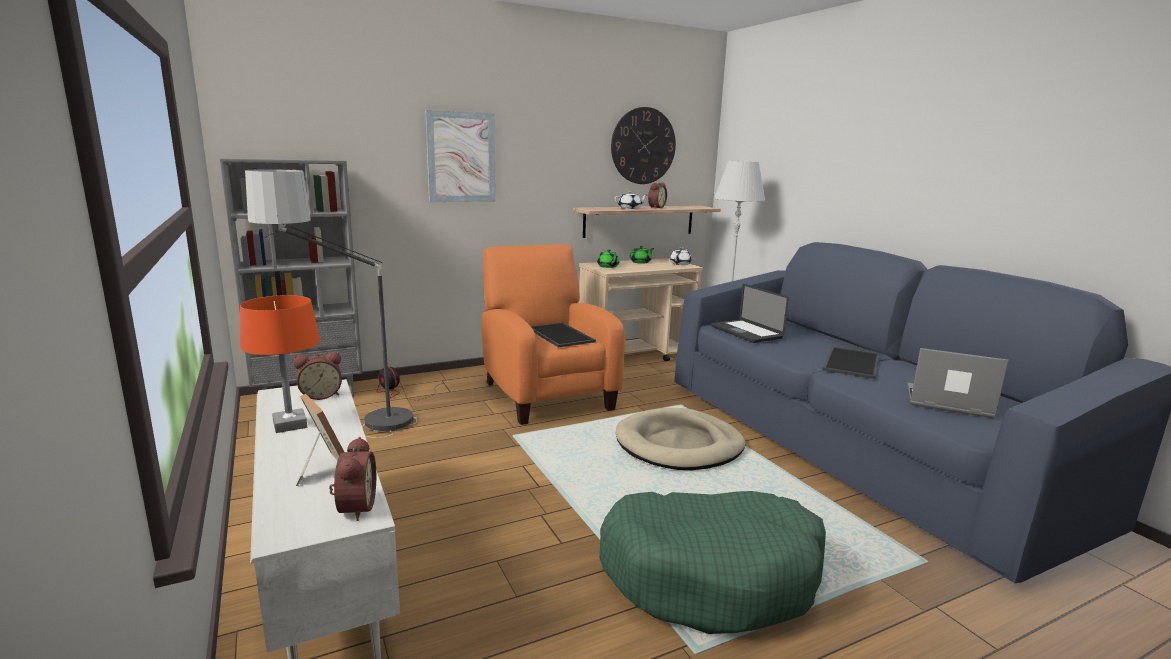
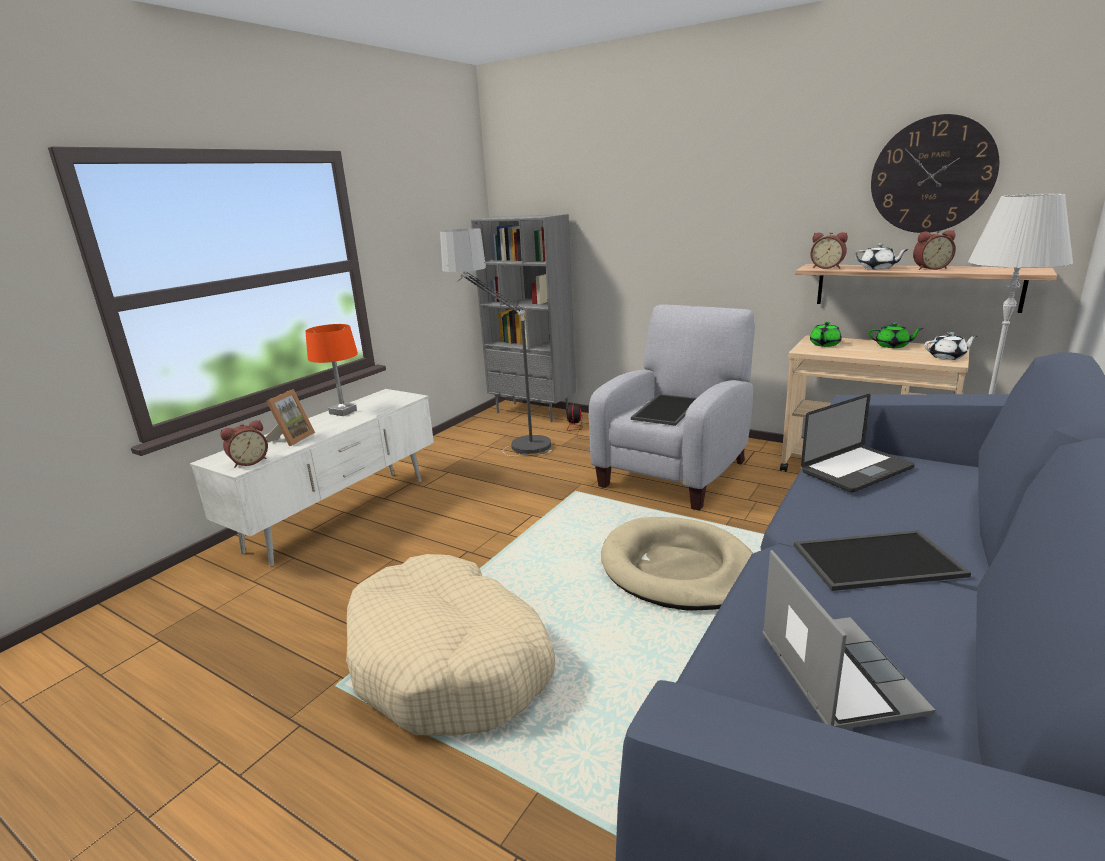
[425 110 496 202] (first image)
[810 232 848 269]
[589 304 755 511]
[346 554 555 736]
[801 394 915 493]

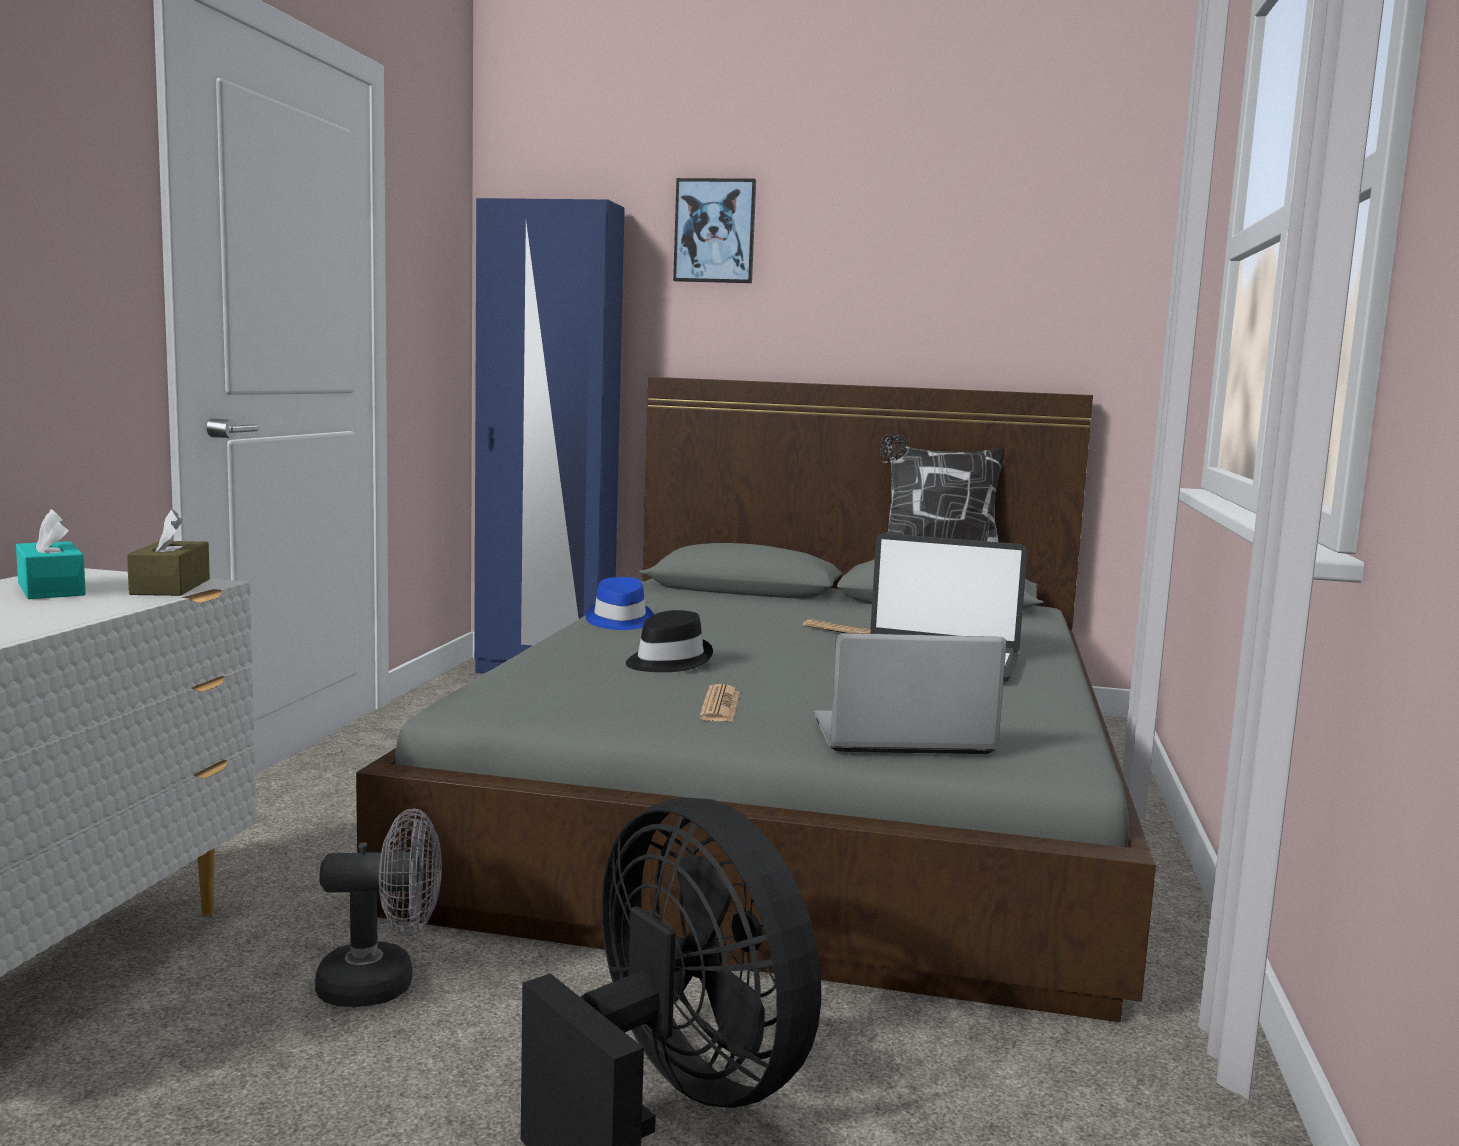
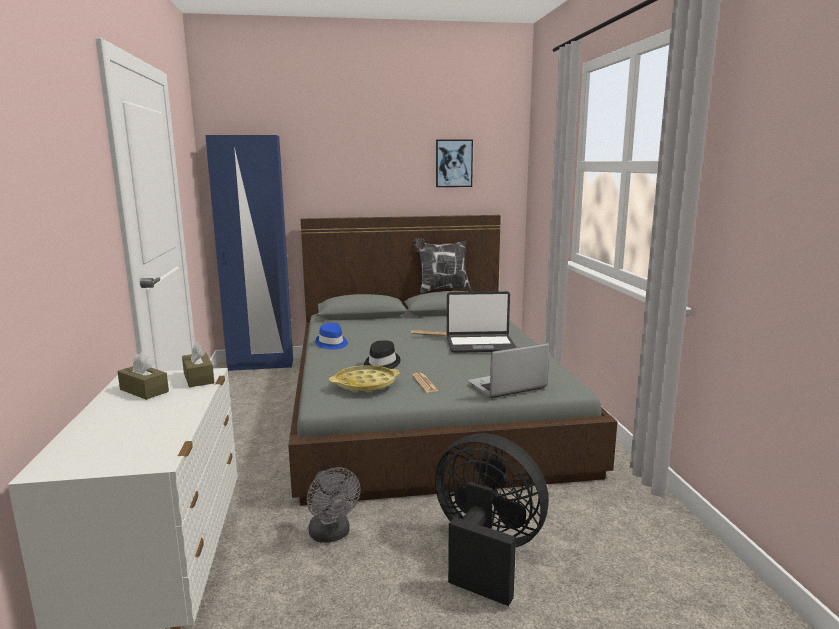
[329 365 400 393]
[436 140 473 187]
[117 352 169 400]
[307 467 361 543]

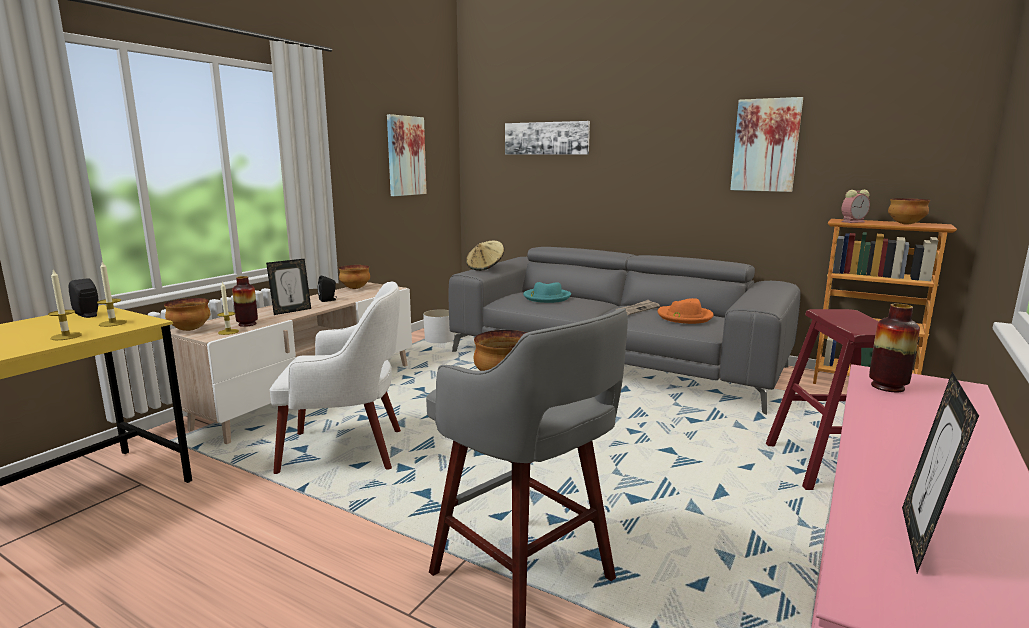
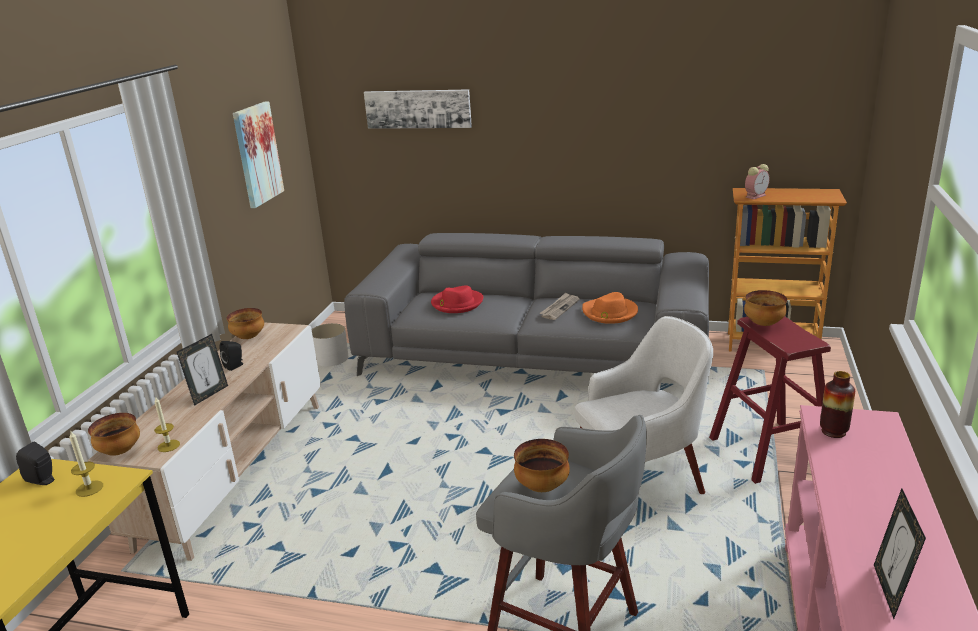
[48 269 82 340] (first image)
[232 276 258 327] (first image)
[466 241 504 271] (first image)
[730 97 803 192] (first image)
[575 316 713 494]
[744 290 787 326]
[431 286 483 313]

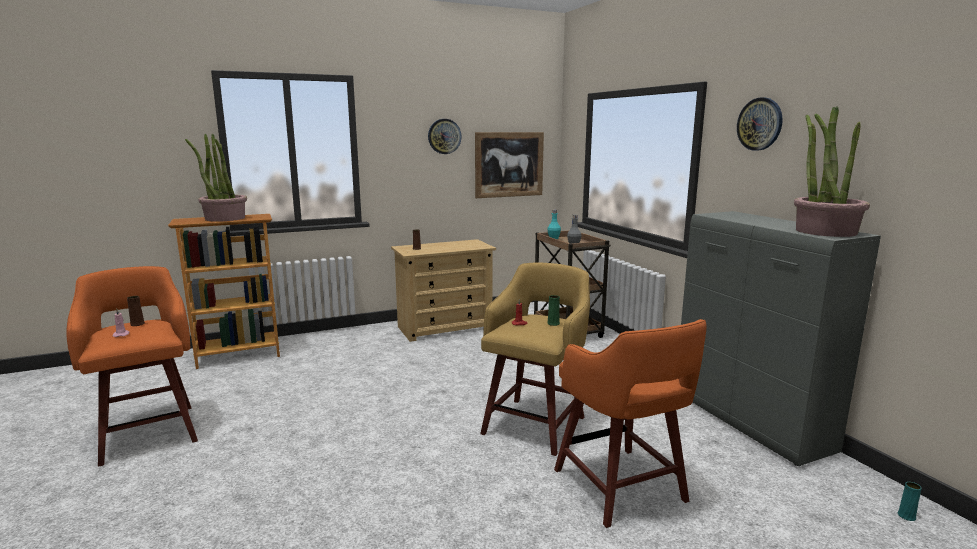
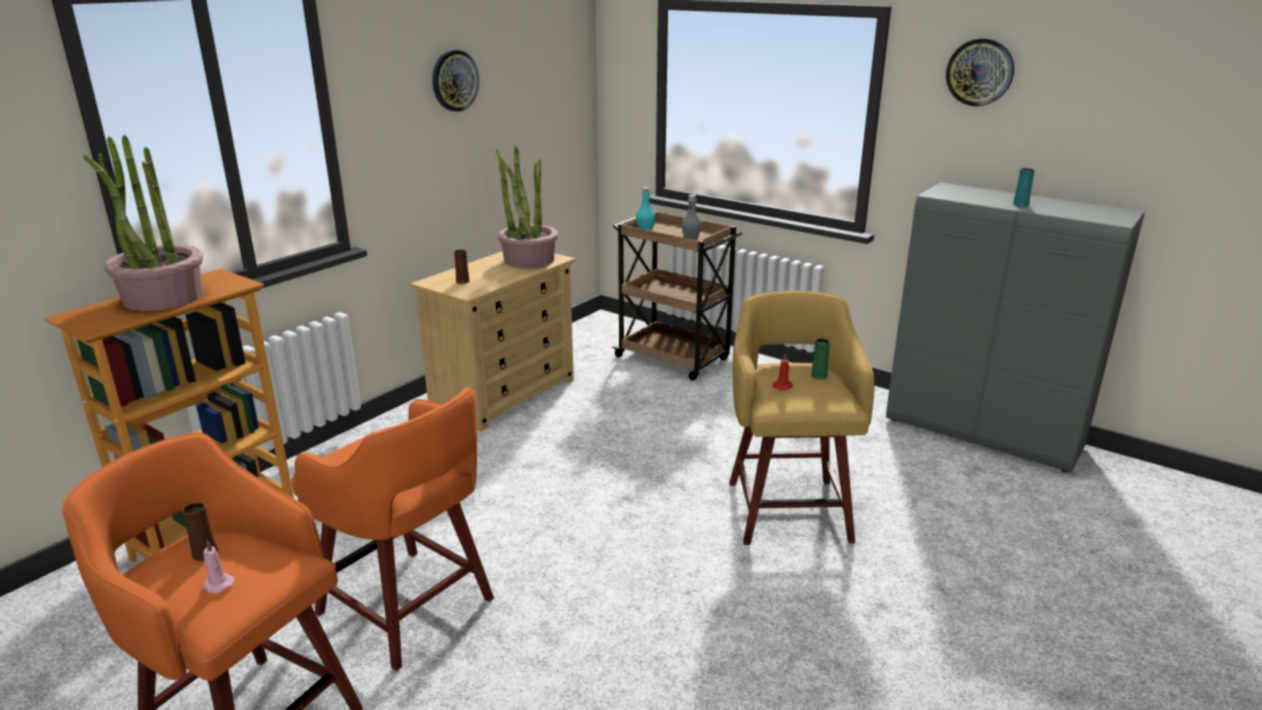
[475 132 544 198] (first image)
[291 387 494 671]
[496 146 558 269]
[1013 168 1035 207]

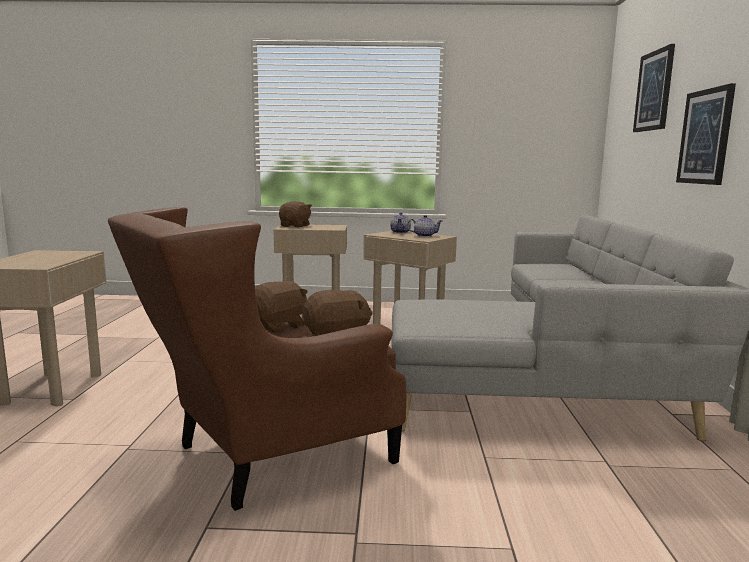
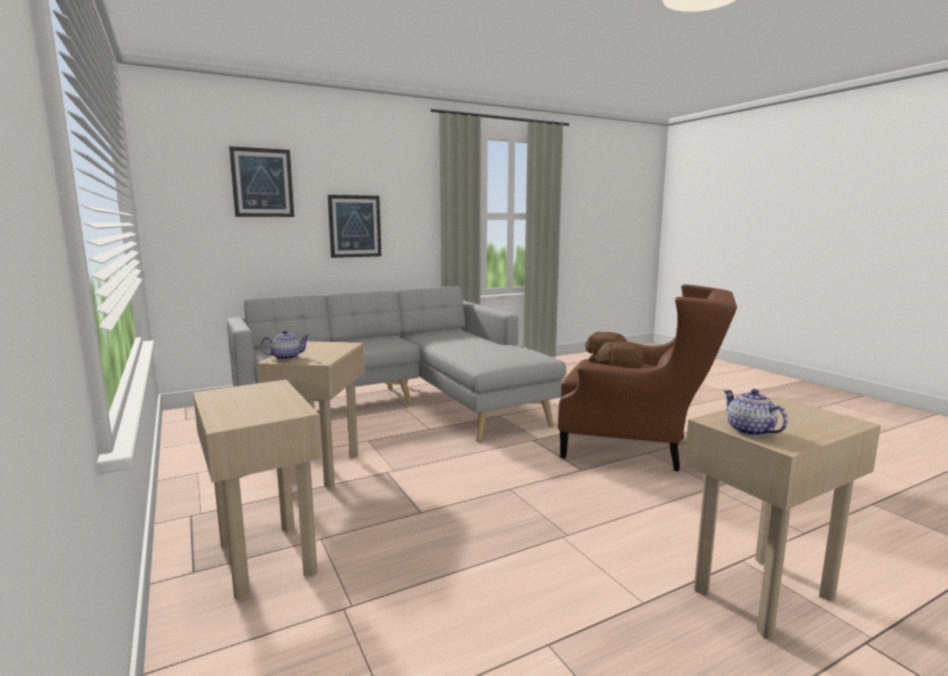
[279 201 312 227] (first image)
[723 389 788 436]

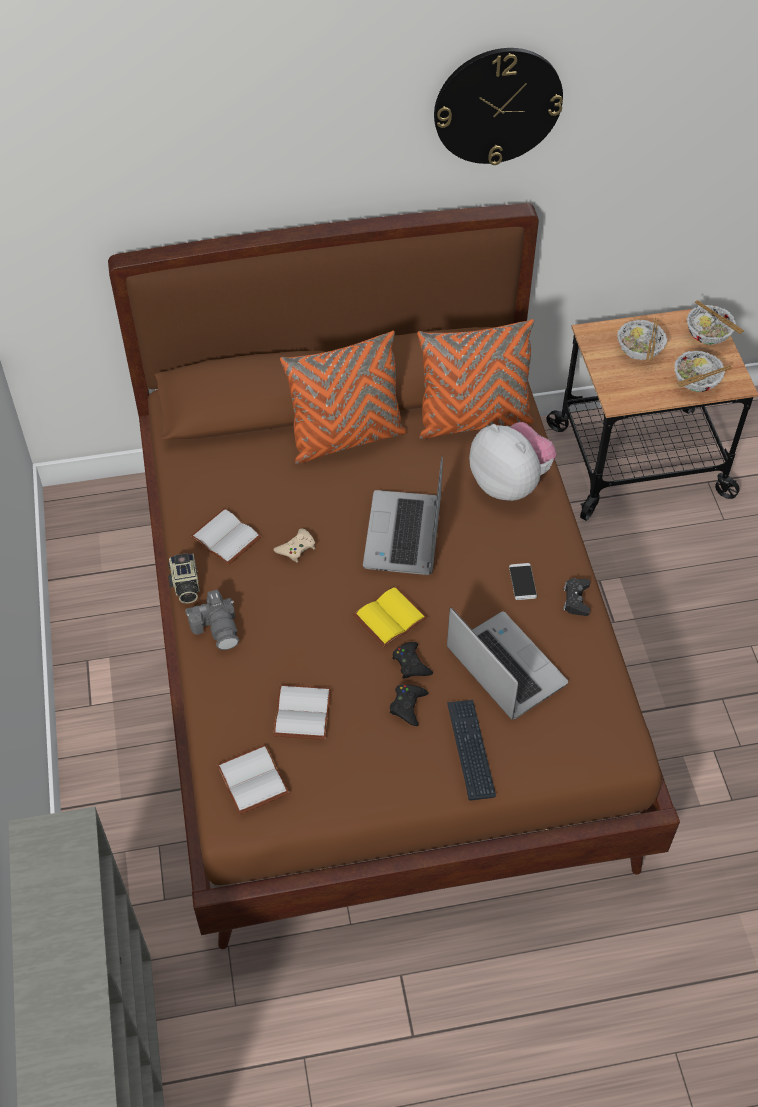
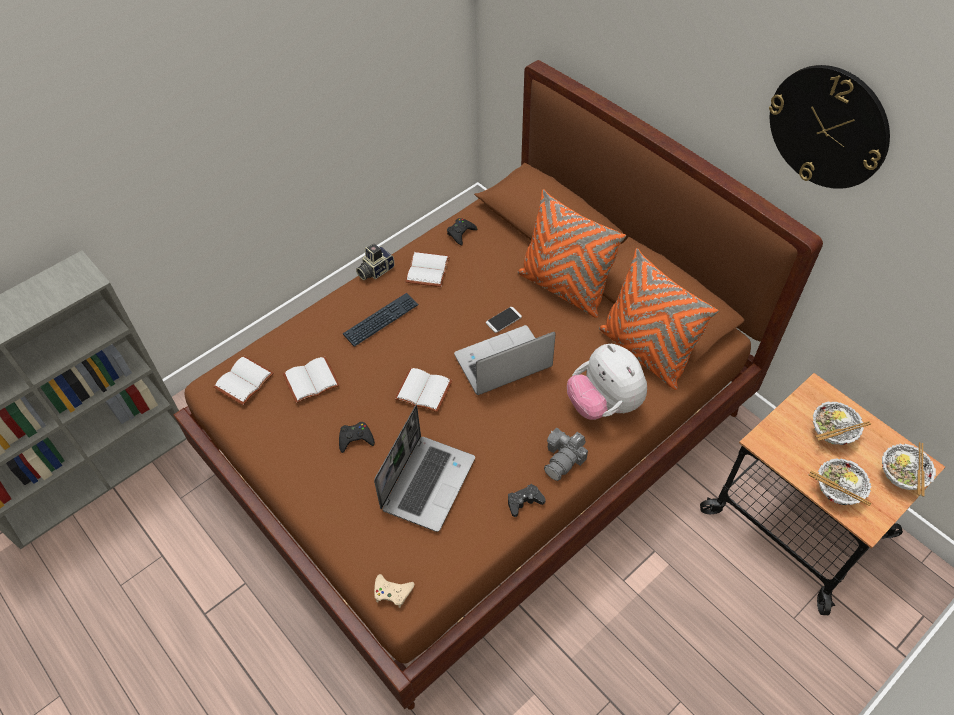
[544 428 588 481]
[374 574 414 608]
[447 218 477 246]
[343 293 419 347]
[486 307 522 333]
[395 368 453 412]
[567 344 647 420]

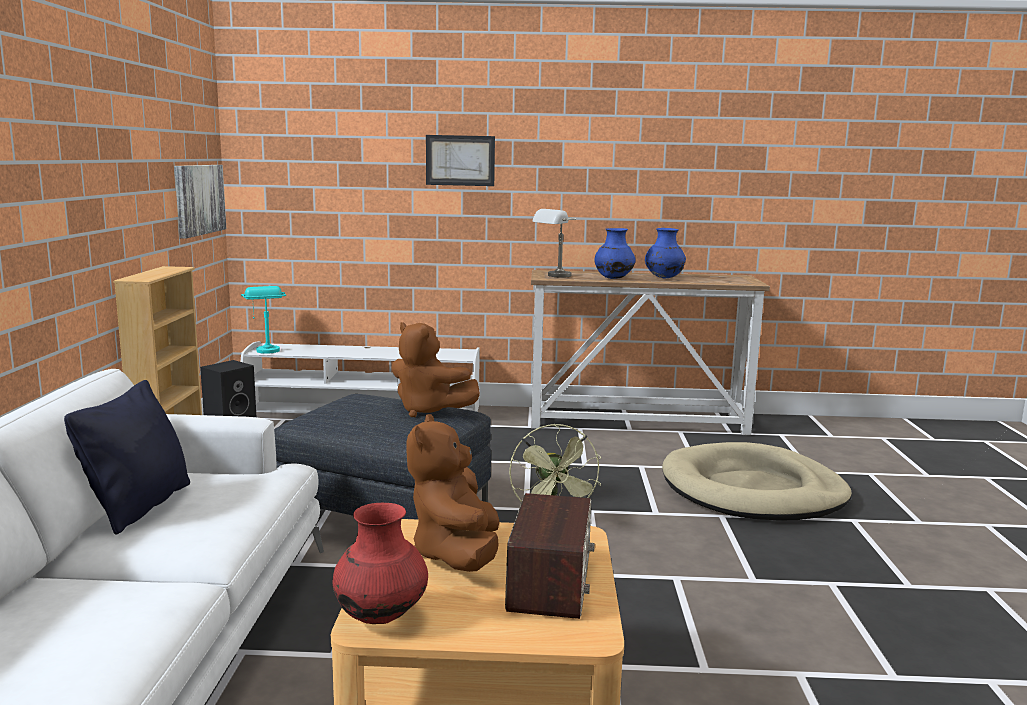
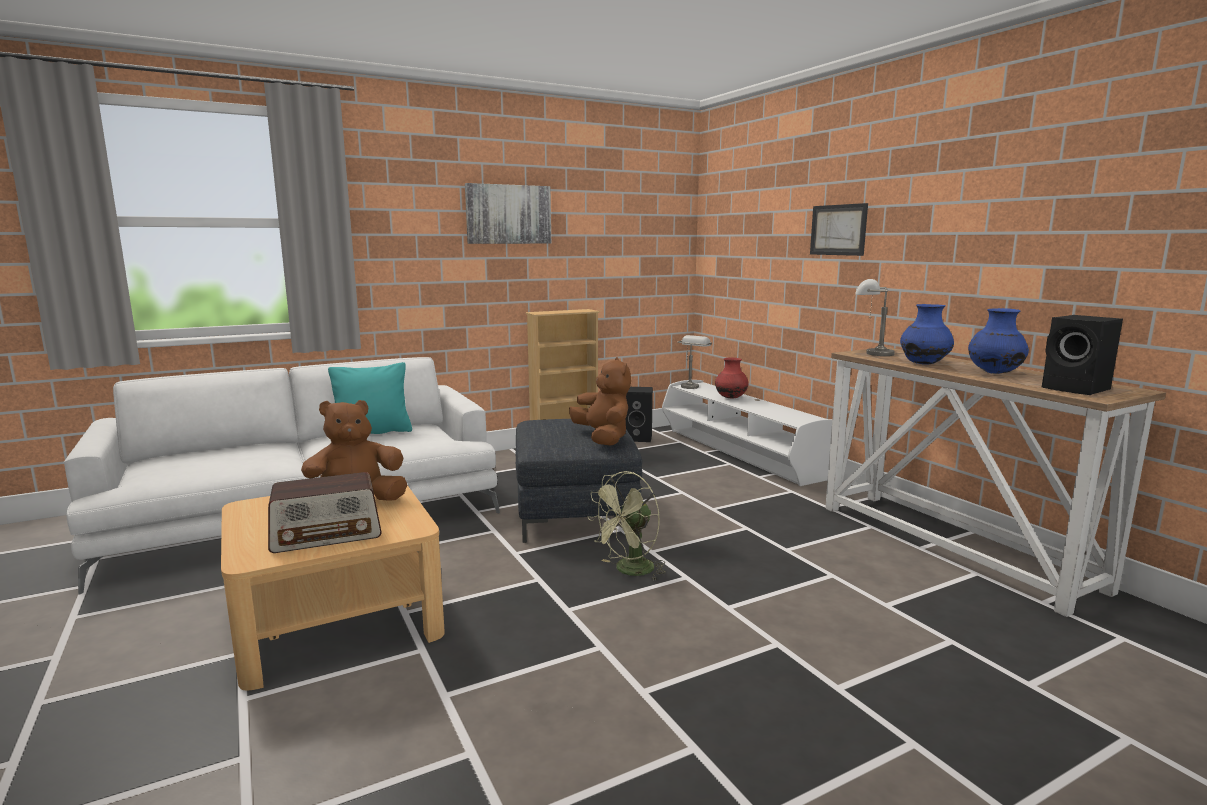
[662 442 852 521] (first image)
[1042 315 1123 395]
[465 183 551 244]
[715 357 749 399]
[328 362 412 434]
[677 335 712 389]
[569 357 631 445]

